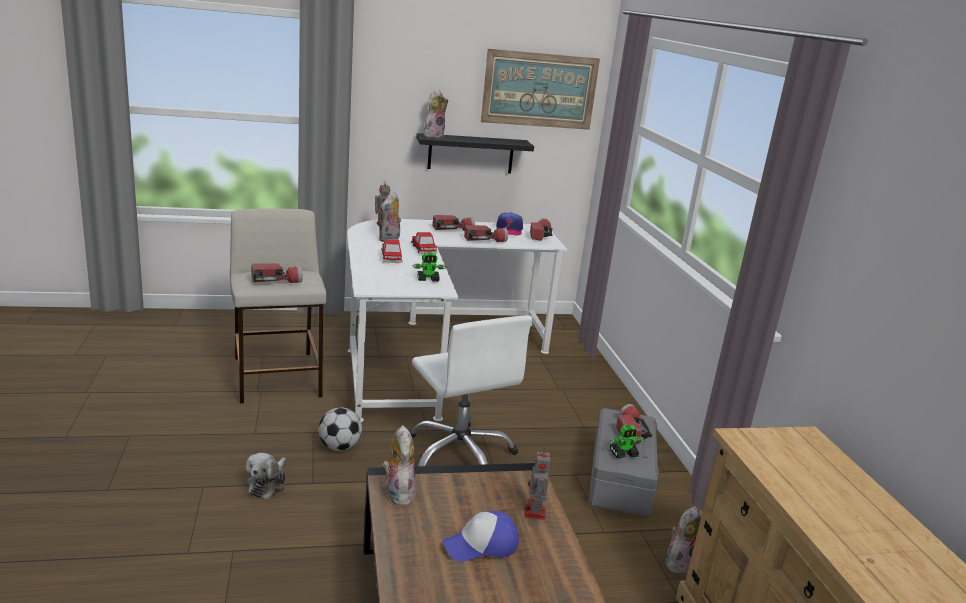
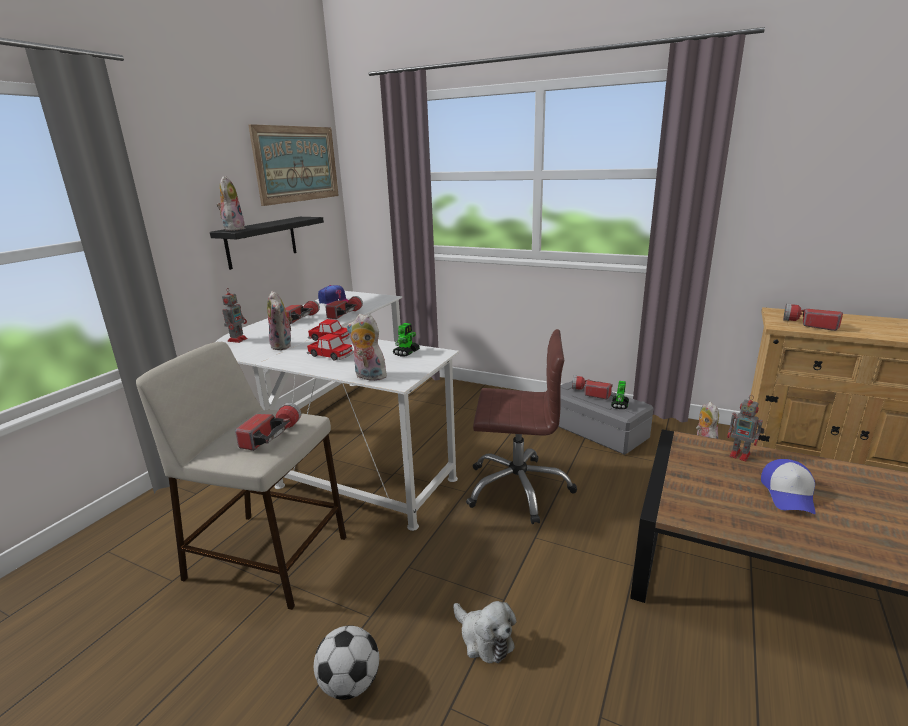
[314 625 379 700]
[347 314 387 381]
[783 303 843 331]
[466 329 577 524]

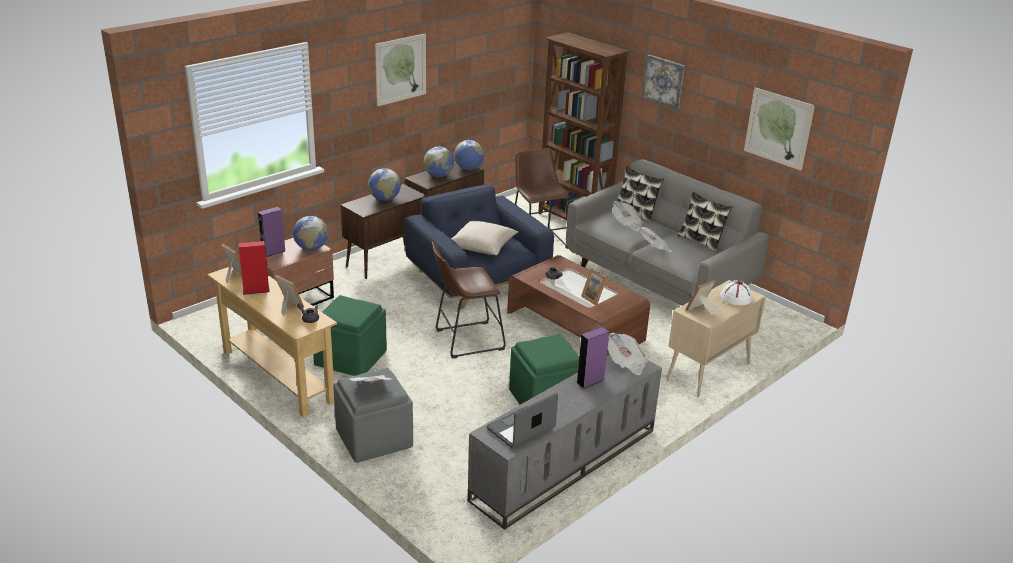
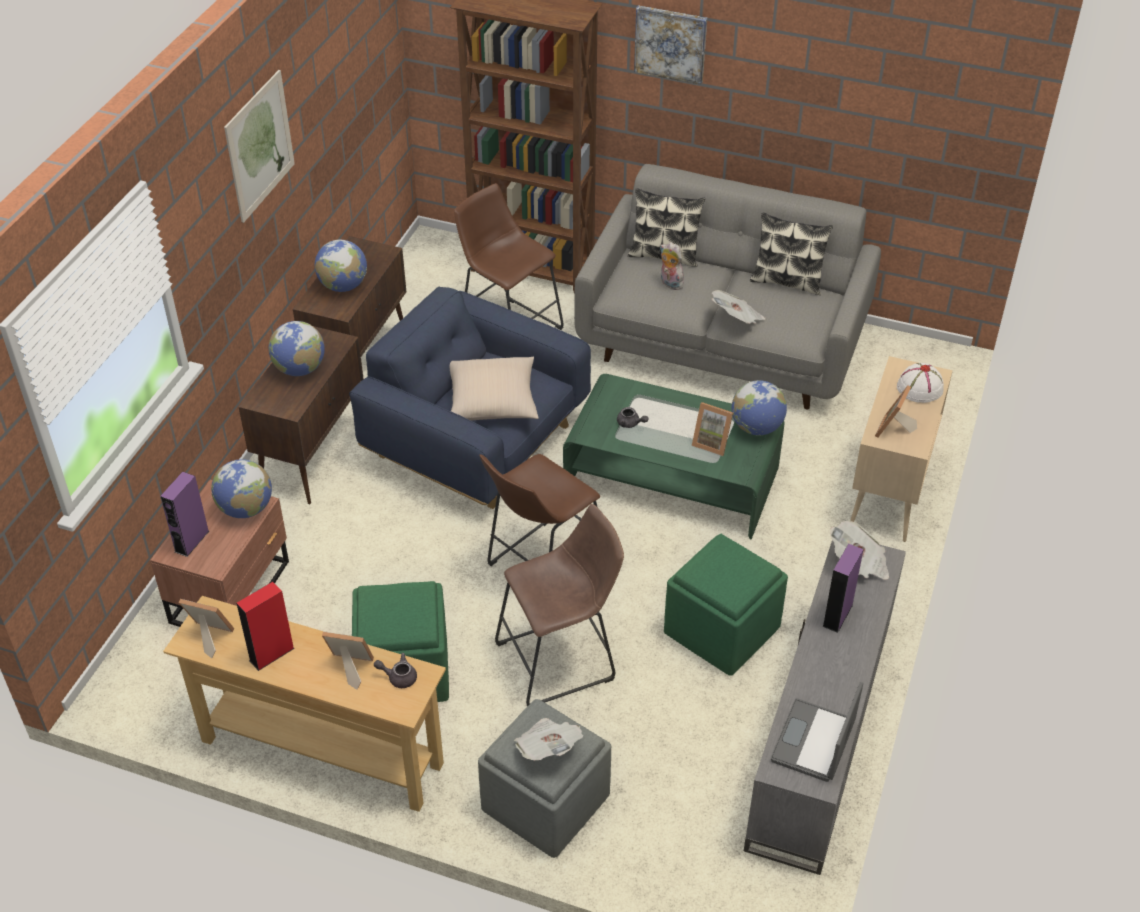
[744 87 815 171] (first image)
[495 504 624 706]
[732 380 787 436]
[660 242 684 290]
[563 374 785 539]

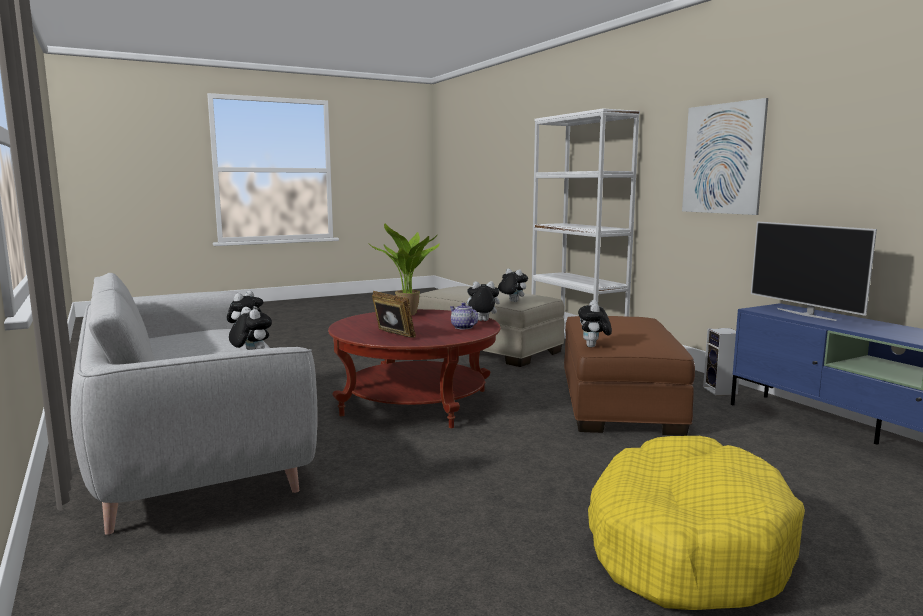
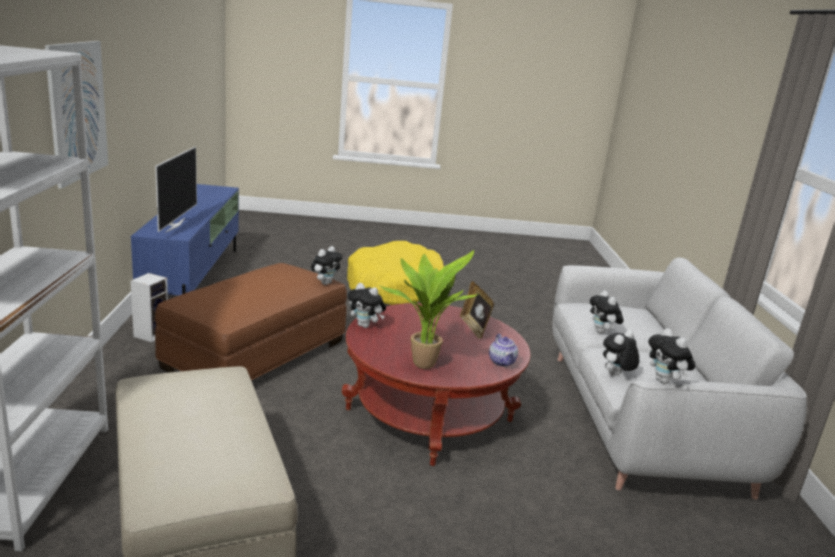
[489 334 518 367]
[648 328 695 384]

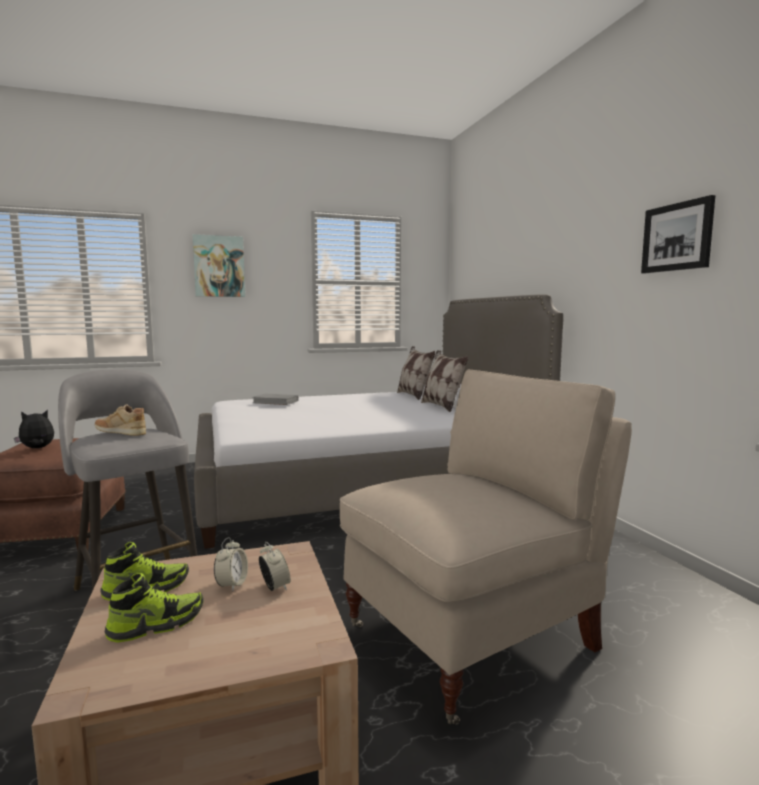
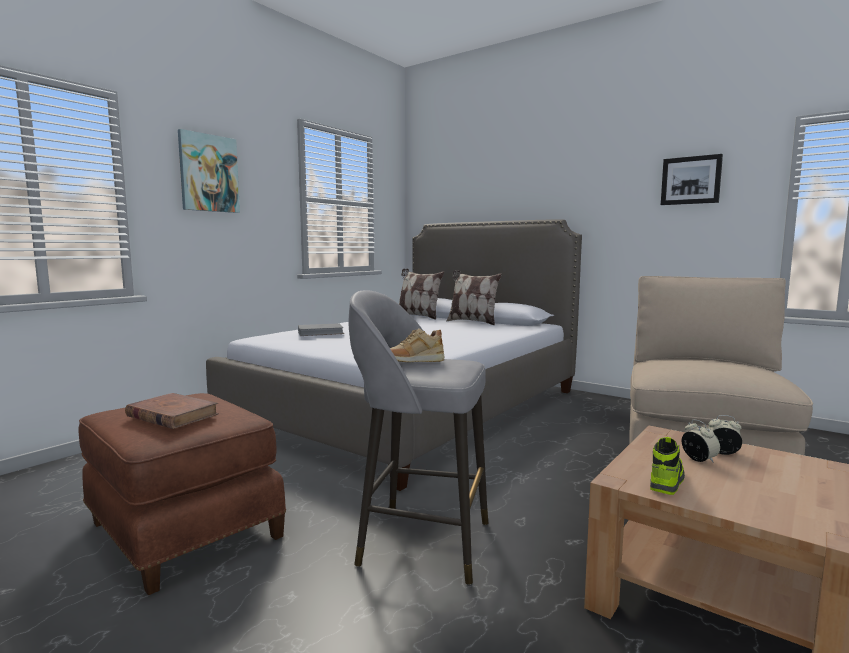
[105 573 204 643] (first image)
[125 393 219 429]

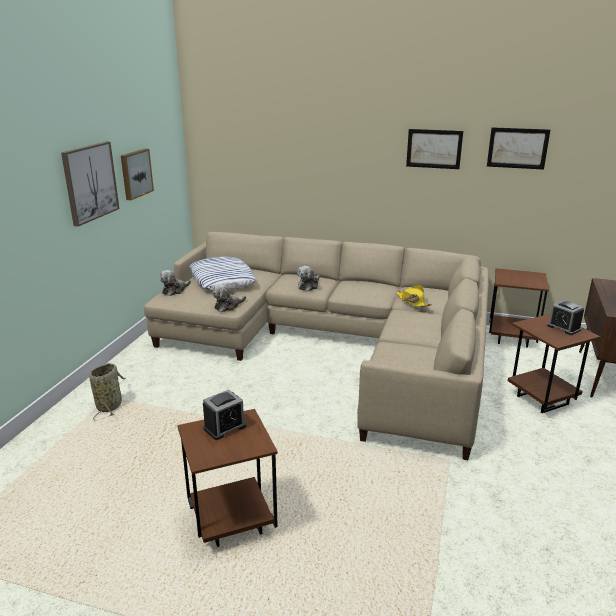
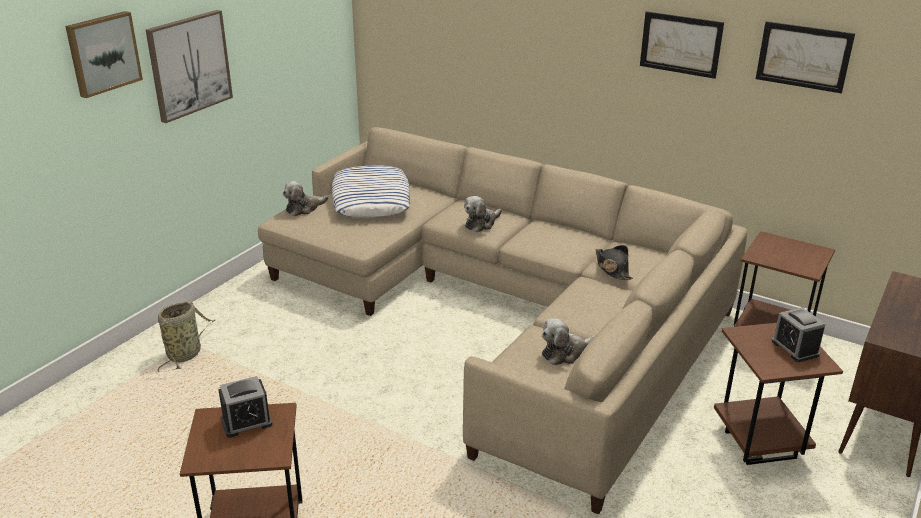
[65 11 143 98]
[542 318 595 365]
[596 245 633 280]

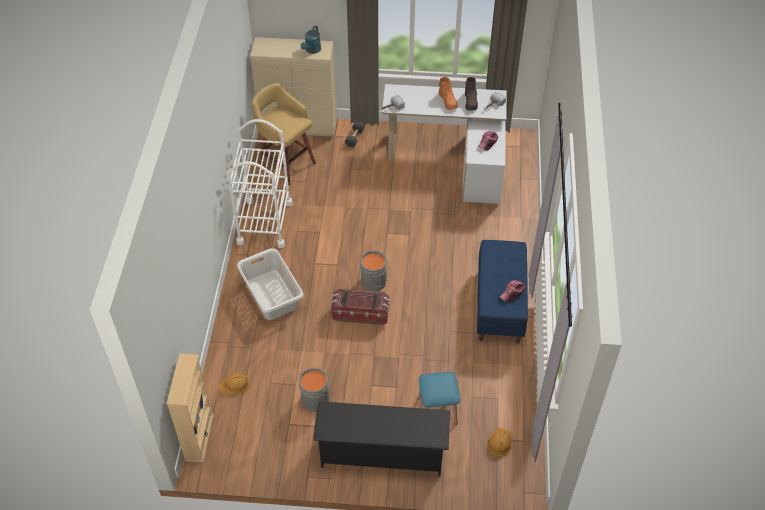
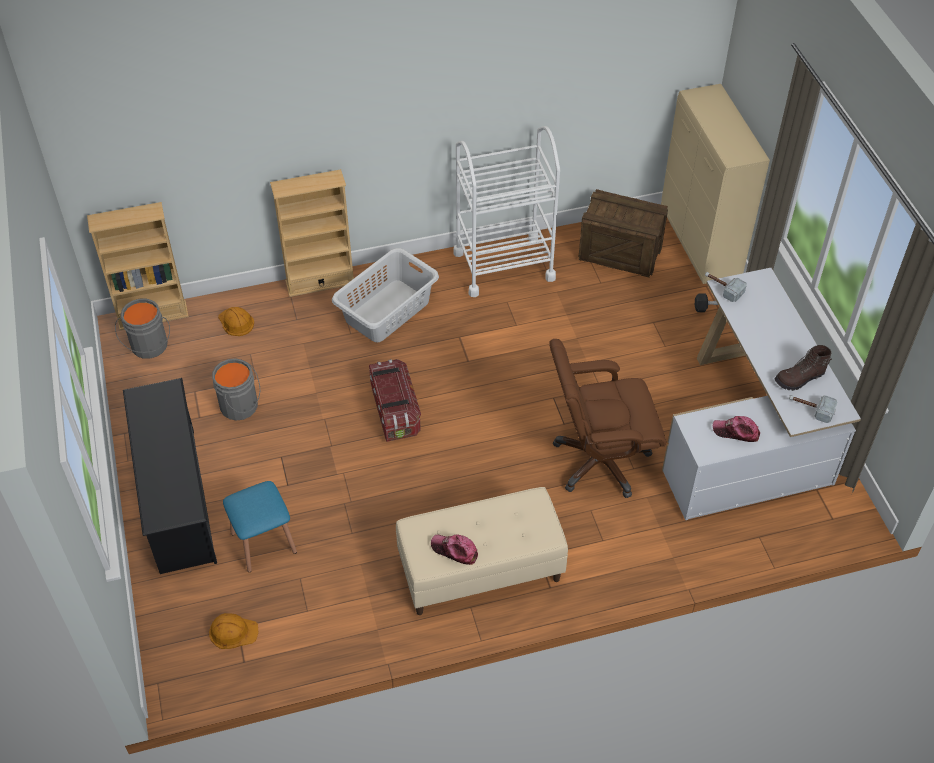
[301 26 321 54] (first image)
[439 77 458 110] (first image)
[270 169 354 297]
[549 339 666 498]
[115 299 170 359]
[579 189 668 277]
[396 487 568 615]

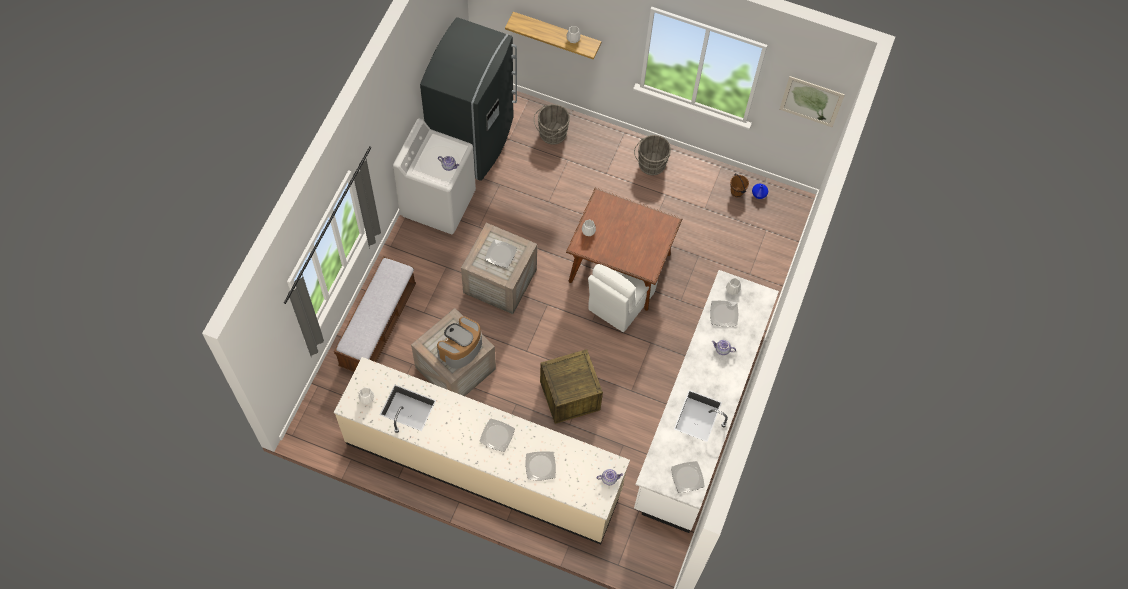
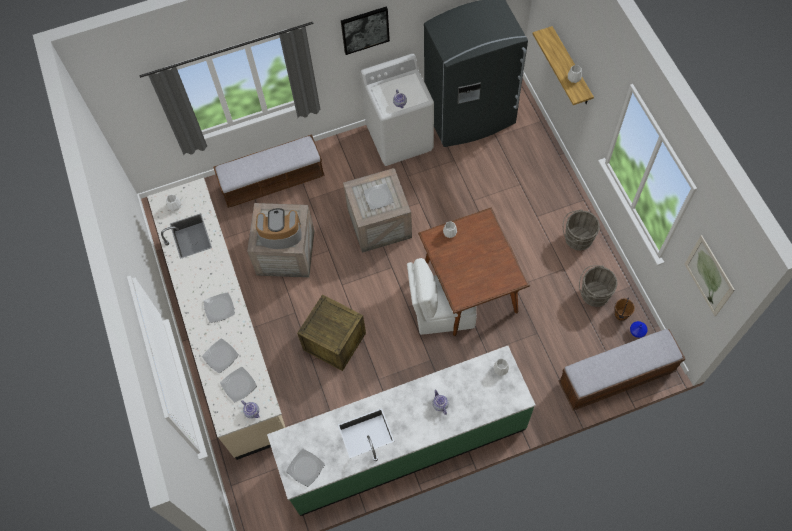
[341 6 390 55]
[559 329 686 411]
[579 265 617 307]
[220 367 257 402]
[267 346 536 516]

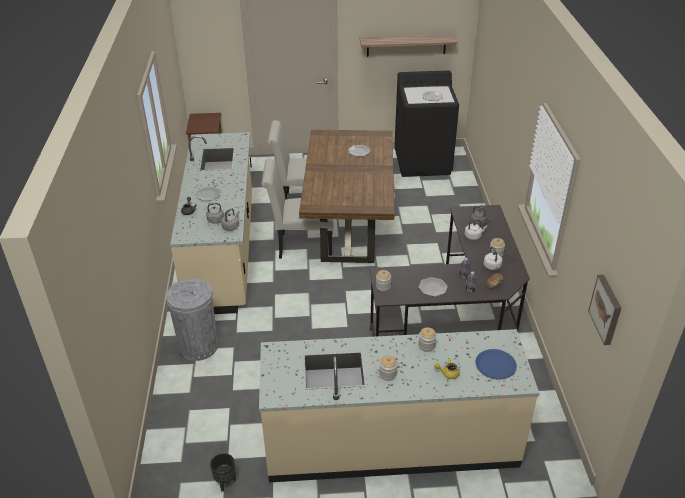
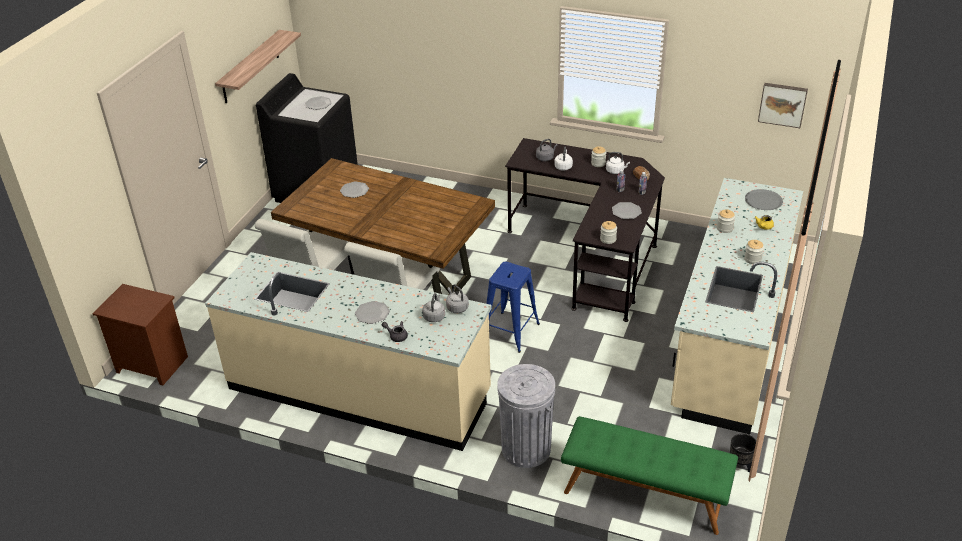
[486 262 540 353]
[561 416 738 535]
[745 189 783 210]

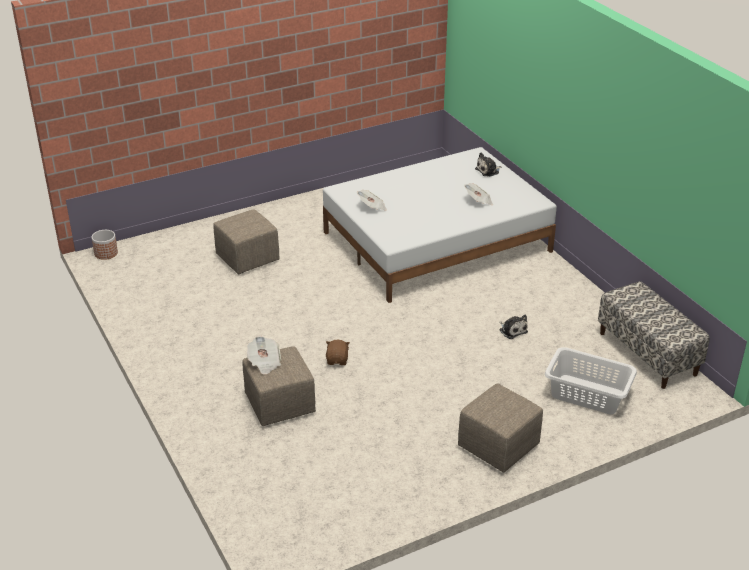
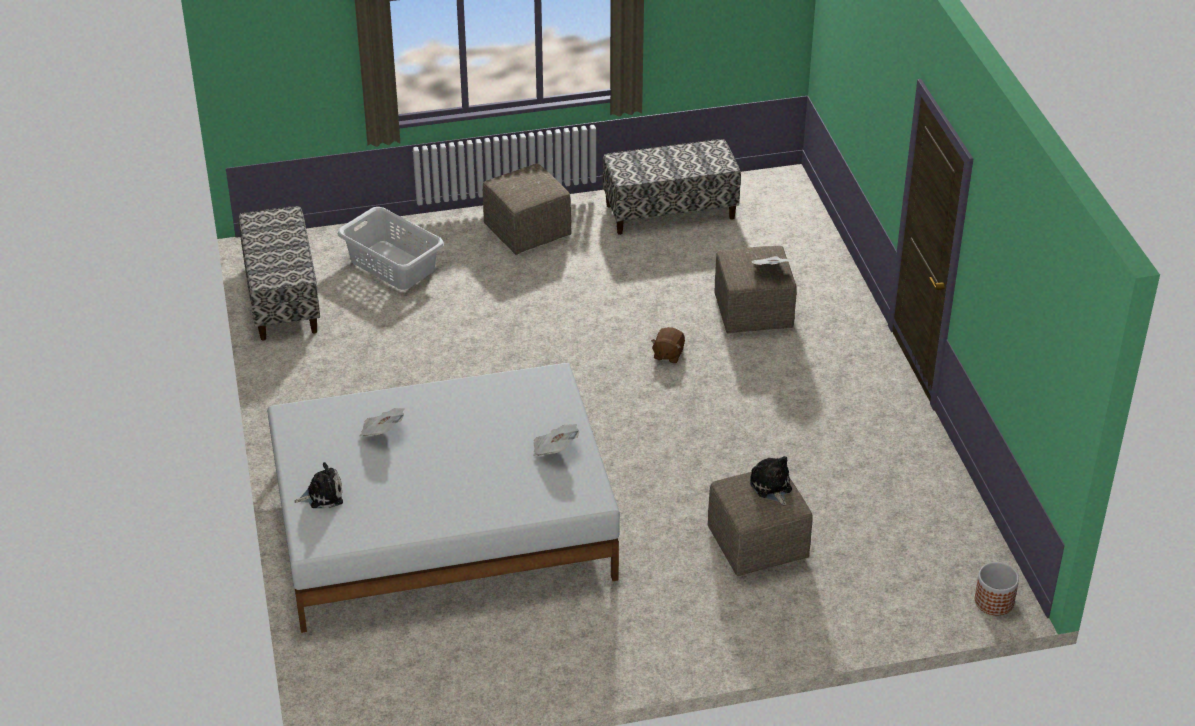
[603 139 741 235]
[750 456 792 506]

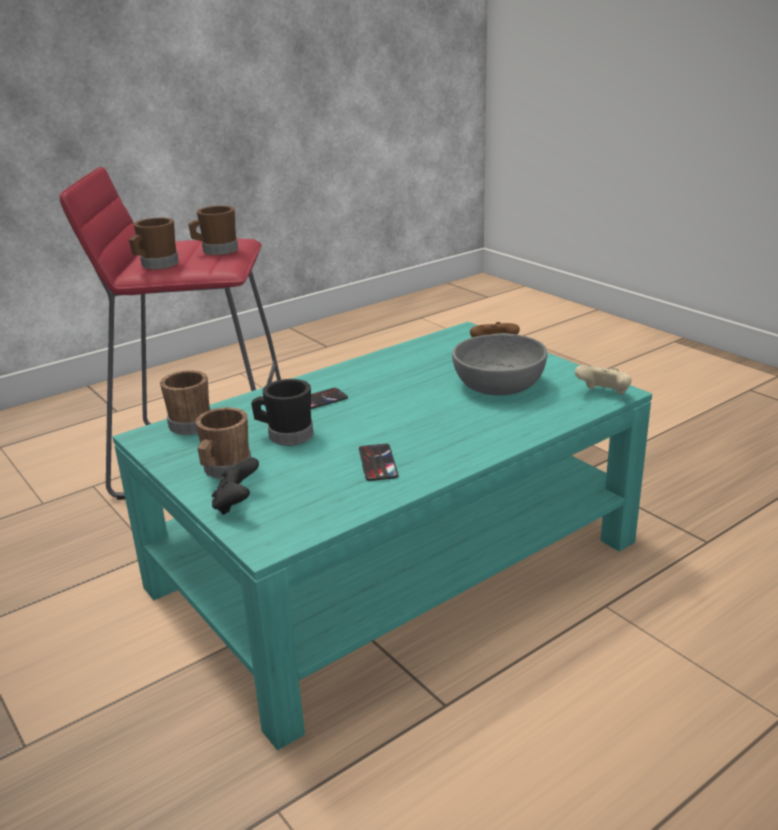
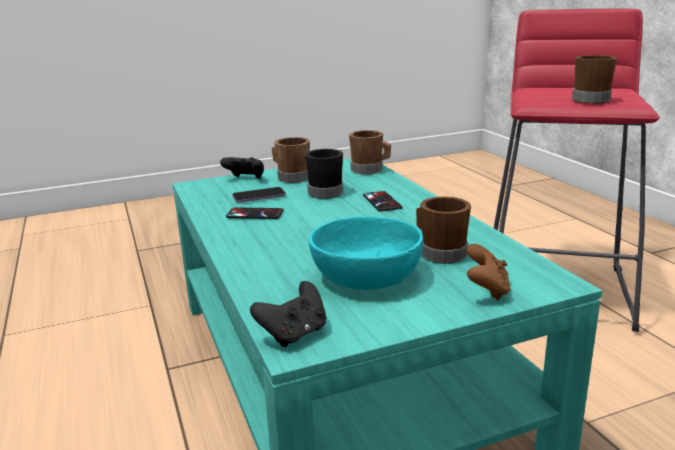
[233 187 286 203]
[416 196 471 264]
[308 216 423 290]
[250 281 326 347]

